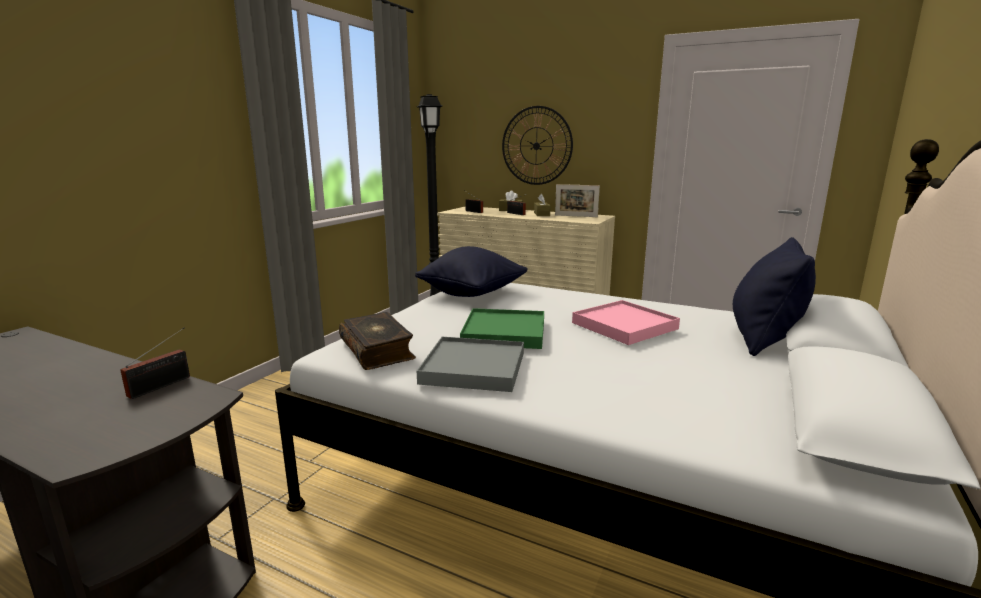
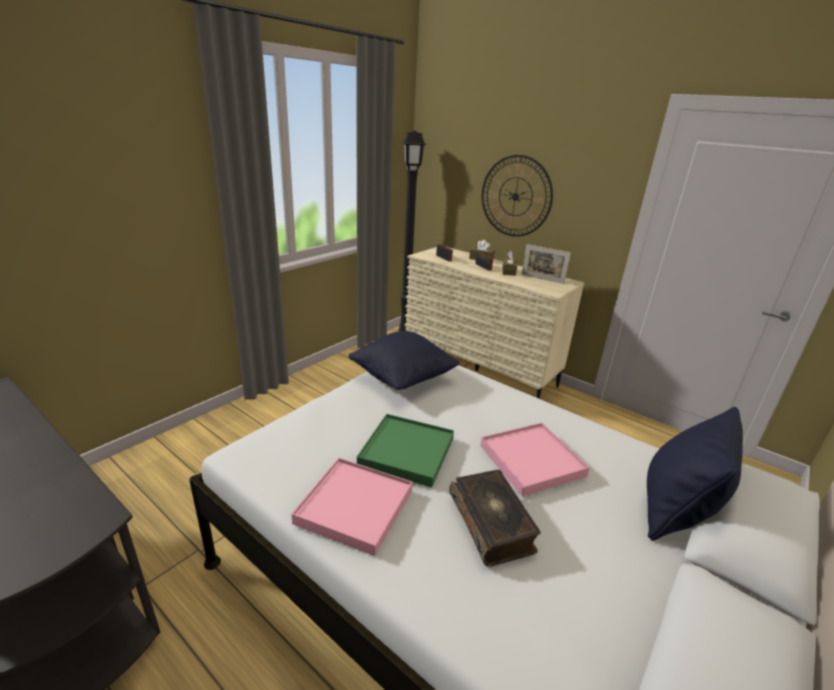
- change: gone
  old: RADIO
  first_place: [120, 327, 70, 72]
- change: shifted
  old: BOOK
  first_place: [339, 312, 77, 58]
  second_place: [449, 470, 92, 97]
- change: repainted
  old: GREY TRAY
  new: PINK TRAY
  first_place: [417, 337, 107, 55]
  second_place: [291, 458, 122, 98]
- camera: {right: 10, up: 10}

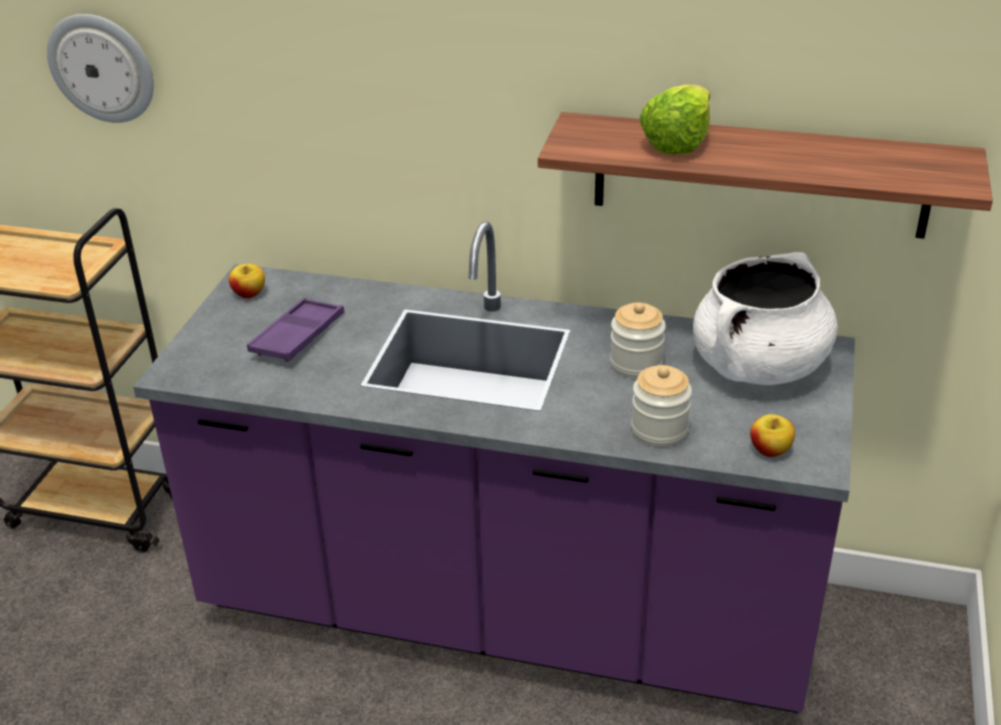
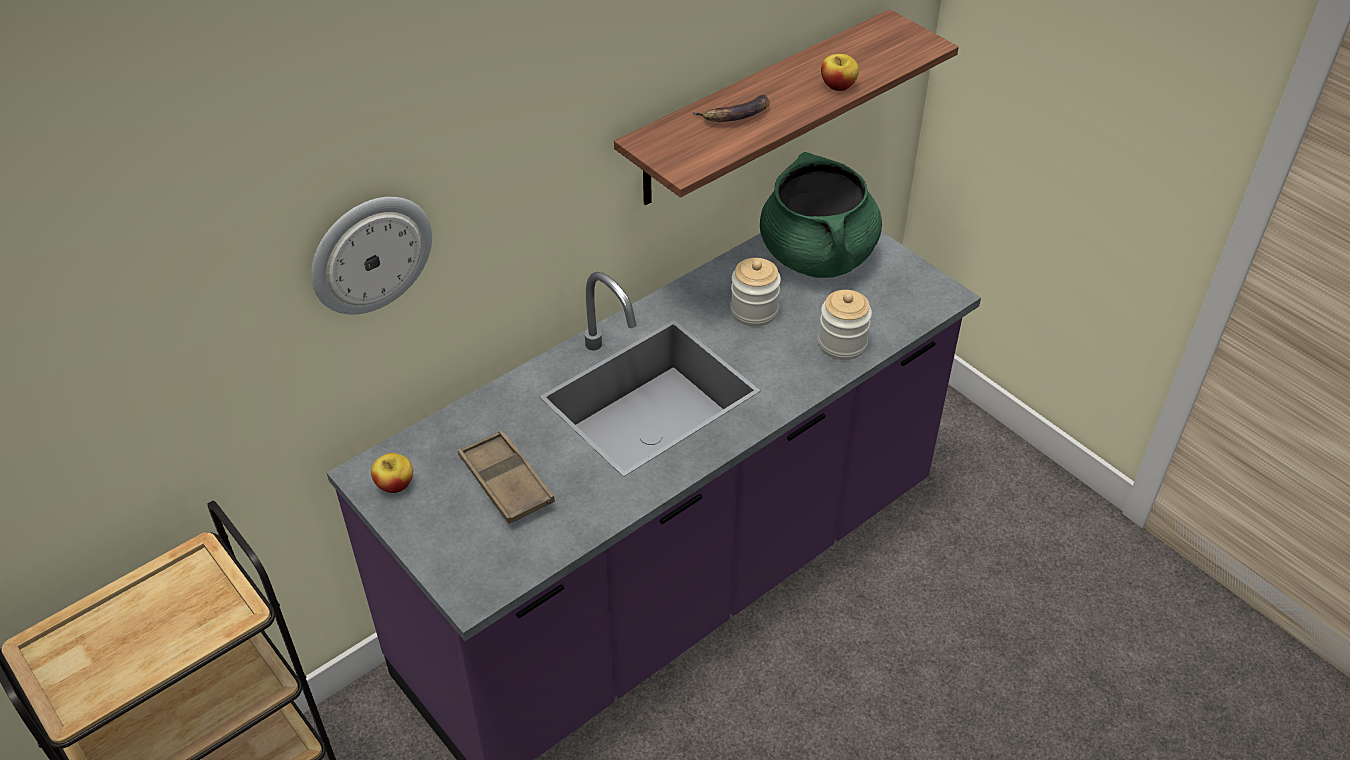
- change: shifted
  old: WALL CLOCK
  first_place: [47, 14, 107, 109]
  second_place: [311, 197, 121, 118]
- change: repainted
  old: PURPLE TRAY
  new: BROWN TRAY
  first_place: [247, 298, 97, 64]
  second_place: [458, 430, 97, 94]
- change: swapped
  old: LETTUCE
  new: BANANA
  first_place: [639, 85, 71, 69]
  second_place: [692, 95, 78, 27]
- change: repainted
  old: WHITE COOKING POT
  new: GREEN COOKING POT
  first_place: [693, 252, 145, 133]
  second_place: [760, 152, 122, 126]
- change: shifted
  old: APPLE
  first_place: [750, 414, 45, 43]
  second_place: [821, 54, 38, 37]
- camera: {right: -55, up: 10}

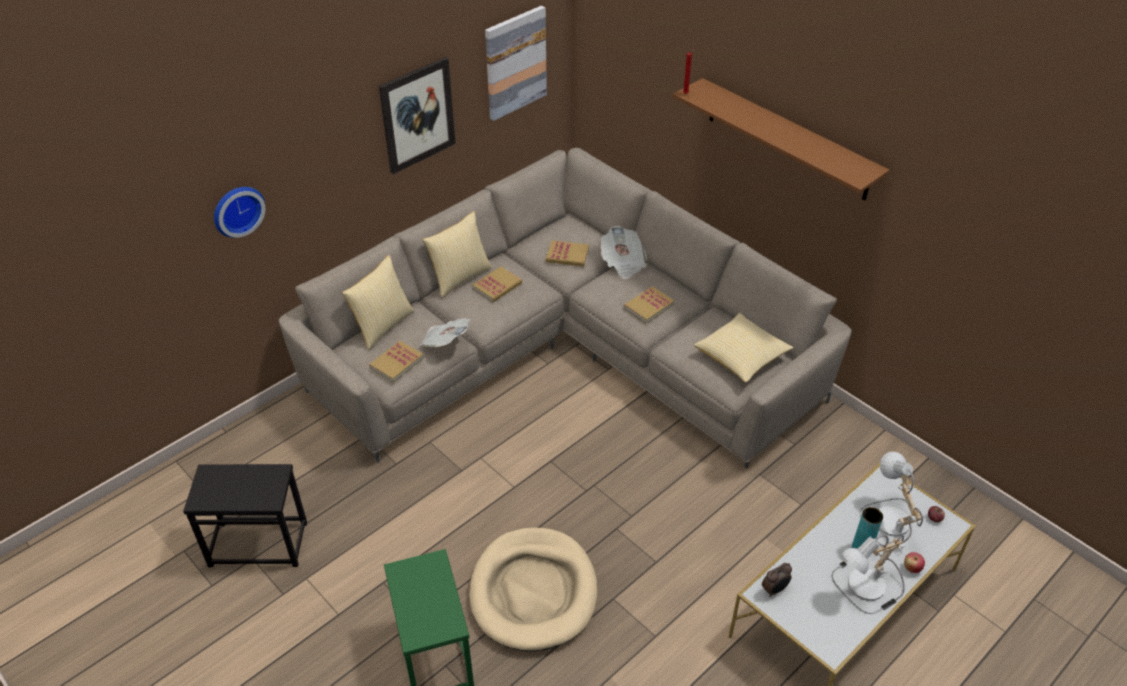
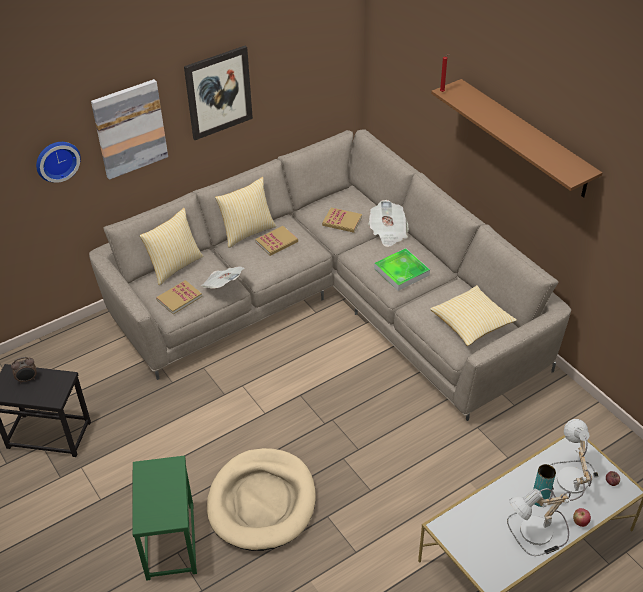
- change: shifted
  old: PICTURE
  first_place: [485, 6, 62, 115]
  second_place: [91, 79, 77, 101]
- change: swapped
  old: BOOK
  new: TRAY
  first_place: [624, 286, 51, 38]
  second_place: [374, 248, 56, 43]
- change: shifted
  old: ALARM CLOCK
  first_place: [762, 563, 30, 34]
  second_place: [11, 357, 26, 27]
- camera: {right: 10, up: 0}

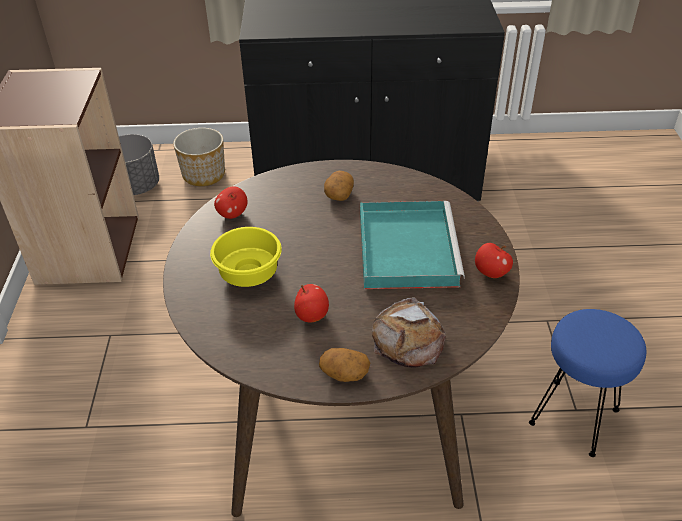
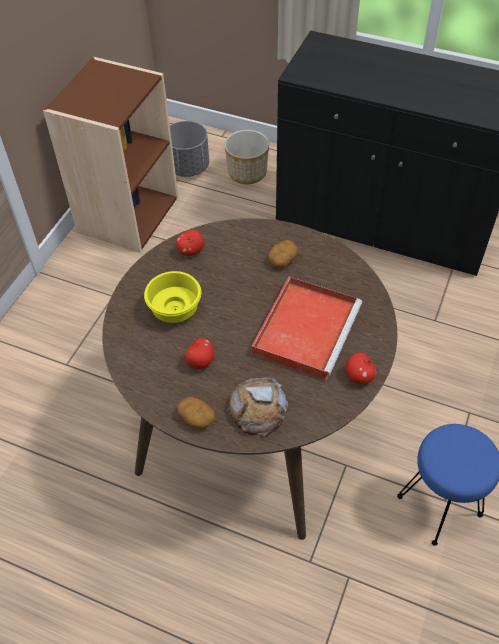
- change: repainted
  old: TURQUOISE TRAY
  new: RED TRAY
  first_place: [360, 201, 105, 88]
  second_place: [251, 277, 111, 103]
- camera: {right: 25, up: 10}

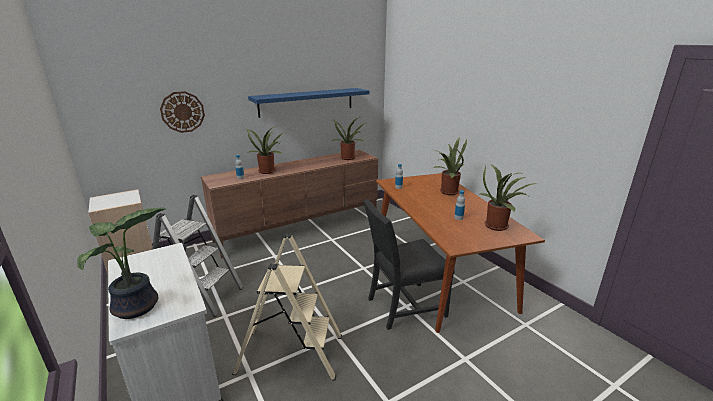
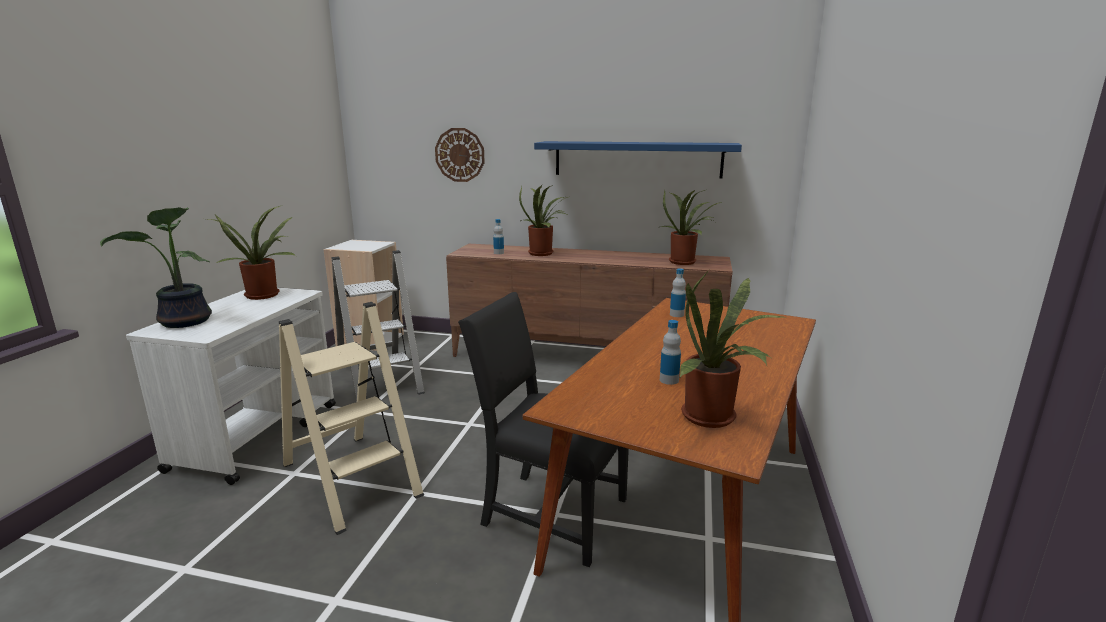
- change: shifted
  old: POTTED PLANT
  first_place: [433, 138, 34, 57]
  second_place: [208, 205, 88, 95]
- camera: {right: 45, up: -5}

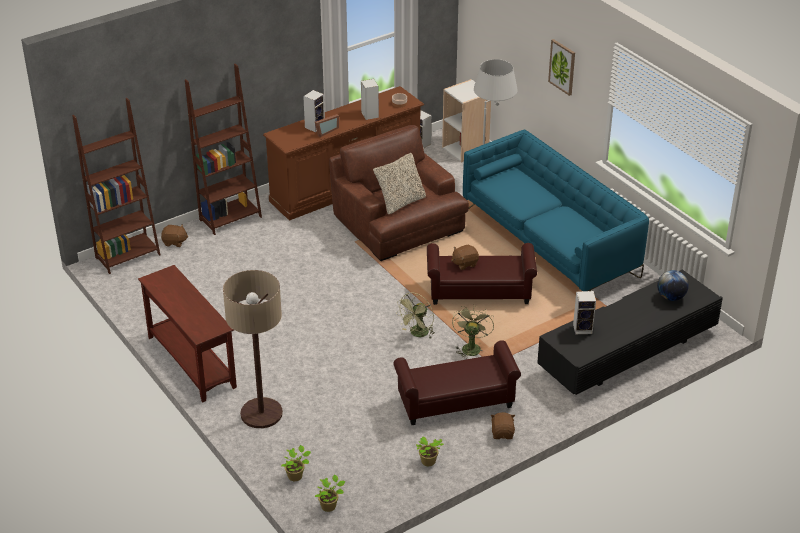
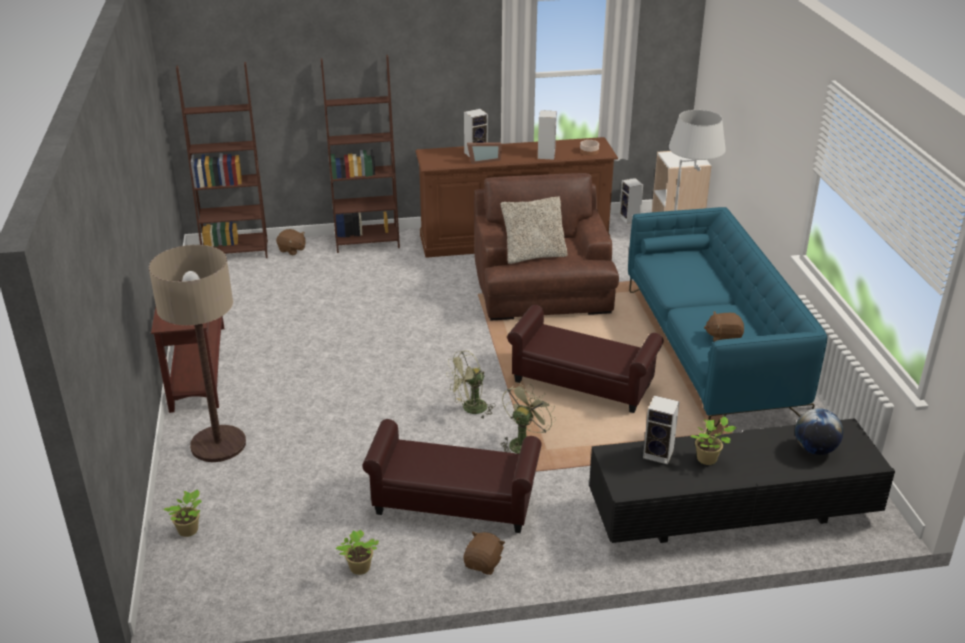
- change: shifted
  old: POTTED PLANT
  first_place: [315, 474, 30, 38]
  second_place: [691, 416, 45, 49]
- change: shifted
  old: BROWN PLUSH TOY
  first_place: [451, 245, 28, 25]
  second_place: [704, 311, 40, 31]
- change: gone
  old: PICTURE
  first_place: [548, 39, 27, 57]
- camera: {right: 25, up: -5}

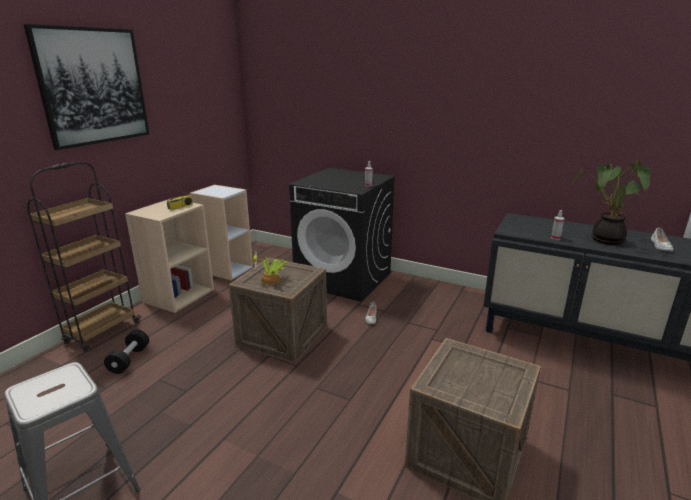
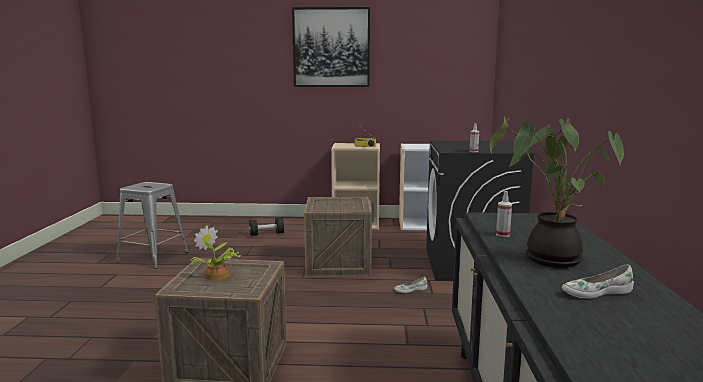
- change: gone
  old: BROWN CART
  first_place: [27, 162, 115, 190]
- change: shifted
  old: POTTED PLANT
  first_place: [253, 249, 35, 36]
  second_place: [189, 225, 52, 55]
- camera: {right: 65, up: -10}

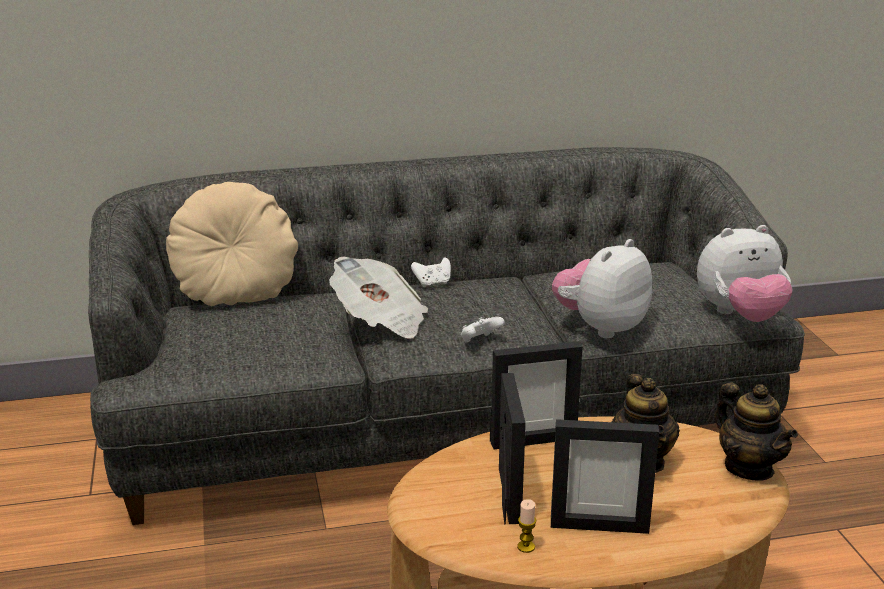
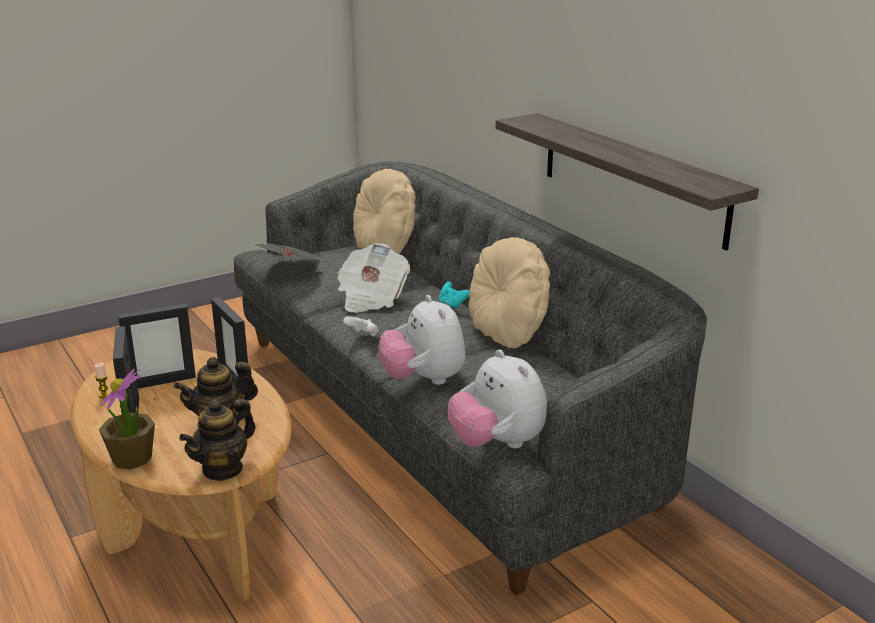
- change: repainted
  old: WHITE GAME CONTROLLER
  new: TURQUOISE GAME CONTROLLER
  first_place: [411, 257, 40, 30]
  second_place: [439, 282, 31, 27]
- change: rotated
  old: PLUSH TOY
  first_place: [552, 239, 100, 99]
  second_place: [379, 295, 86, 90]
  degrees: -135
- change: new
  new: POTTED PLANT
  second_place: [99, 369, 56, 101]
- change: new
  new: NEWSPAPER
  second_place: [251, 244, 68, 15]
- change: new
  new: BEIGE PILLOW
  second_place: [469, 237, 81, 112]
- change: new
  new: SHELF
  second_place: [495, 113, 264, 138]
- camera: {right: 70, up: 0}

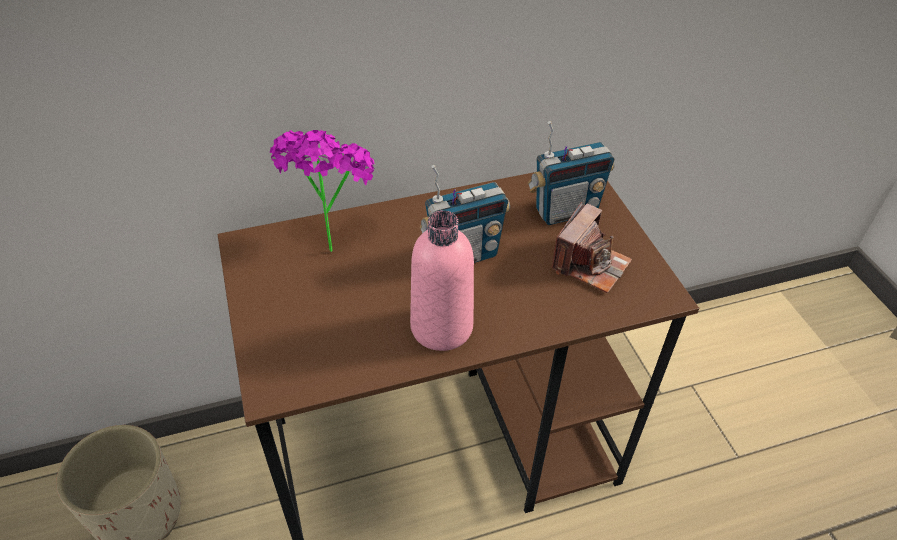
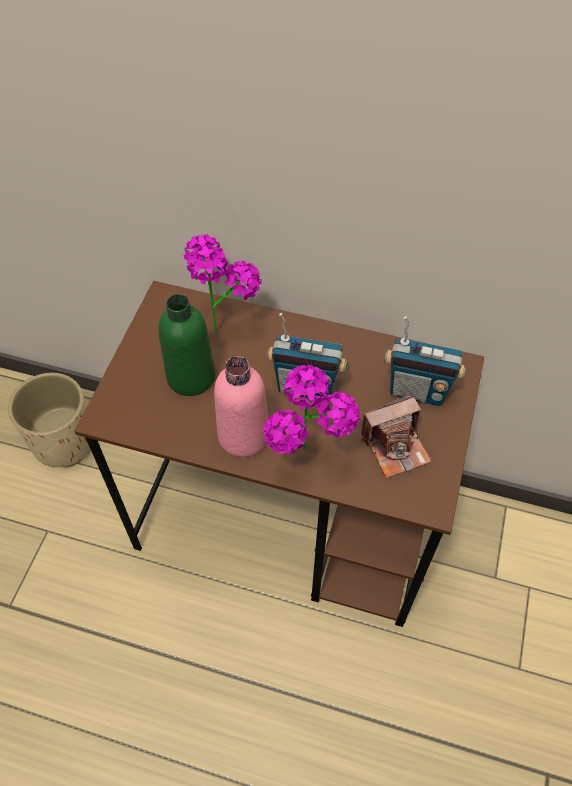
- change: new
  new: GREEN BOTTLE
  second_place: [158, 294, 57, 102]
- change: new
  new: POTTED PLANT
  second_place: [263, 364, 97, 90]
- camera: {right: 35, up: 10}

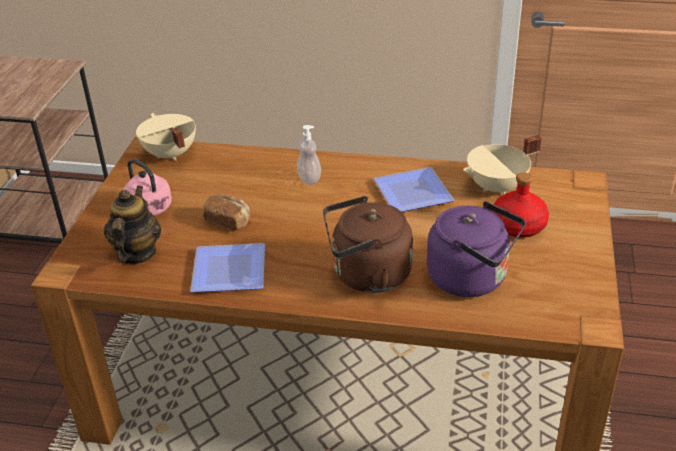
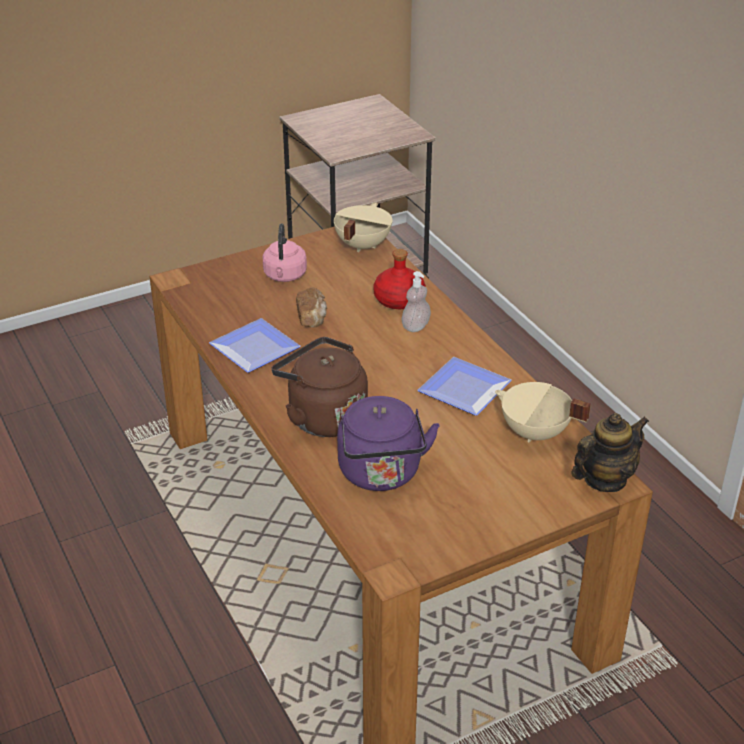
- change: shifted
  old: TEAPOT
  first_place: [104, 185, 57, 79]
  second_place: [571, 413, 78, 79]
- change: shifted
  old: RED BOTTLE
  first_place: [494, 172, 55, 66]
  second_place: [373, 249, 53, 60]
- camera: {right: 50, up: 0}

